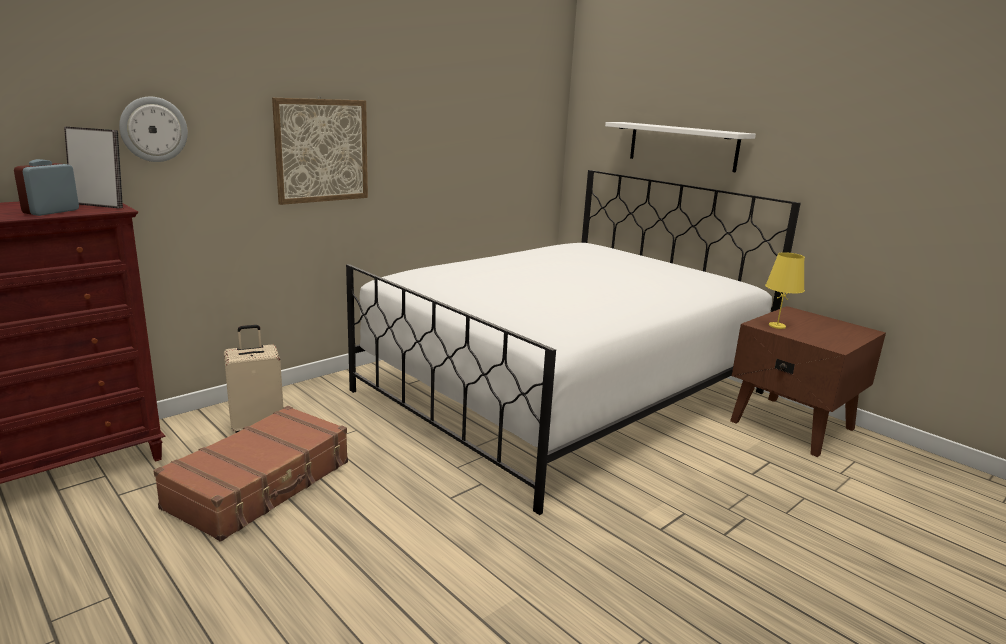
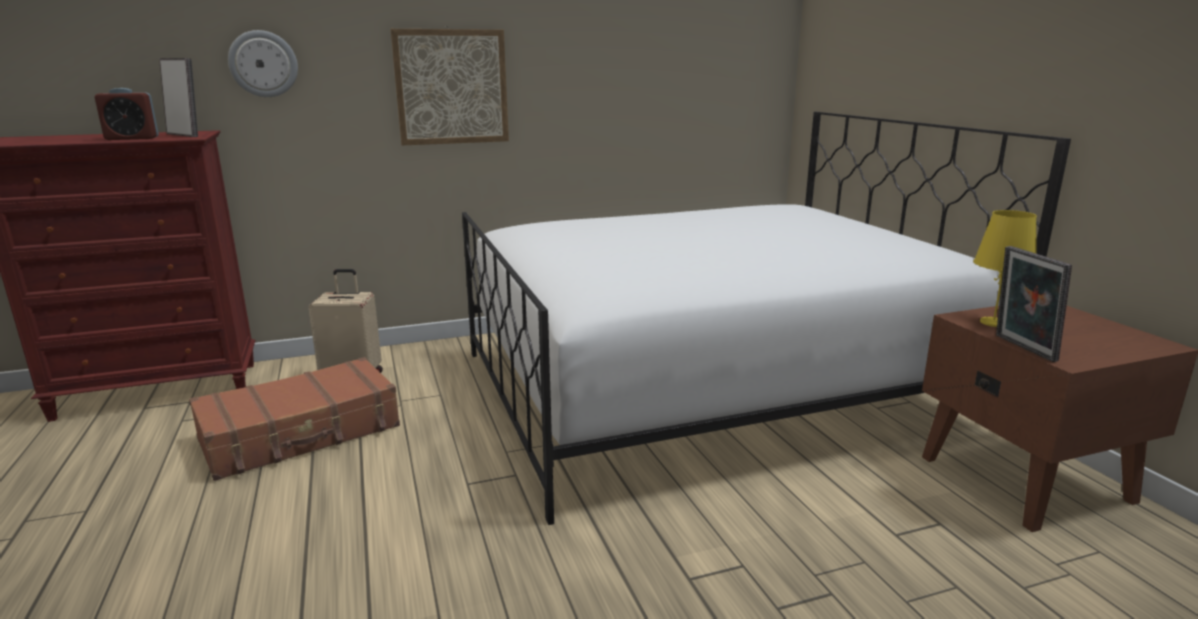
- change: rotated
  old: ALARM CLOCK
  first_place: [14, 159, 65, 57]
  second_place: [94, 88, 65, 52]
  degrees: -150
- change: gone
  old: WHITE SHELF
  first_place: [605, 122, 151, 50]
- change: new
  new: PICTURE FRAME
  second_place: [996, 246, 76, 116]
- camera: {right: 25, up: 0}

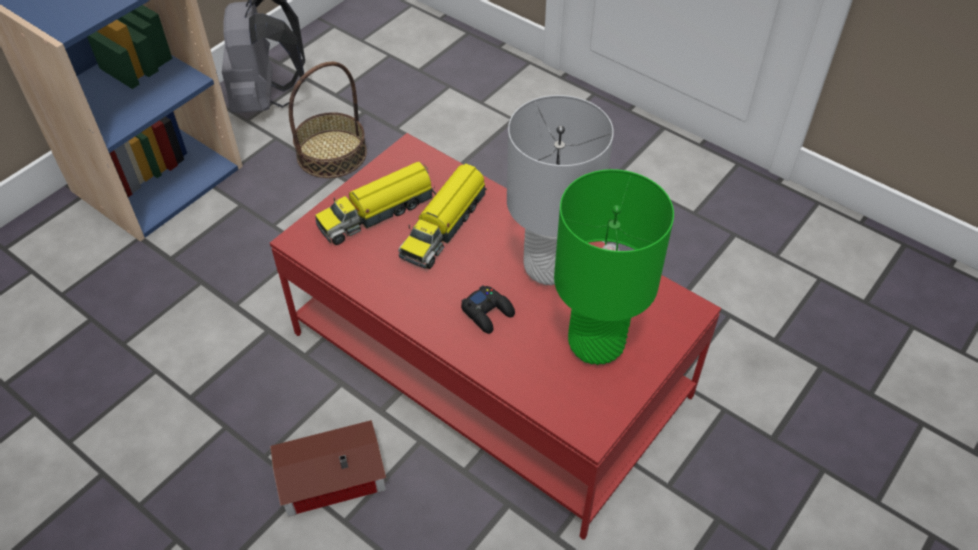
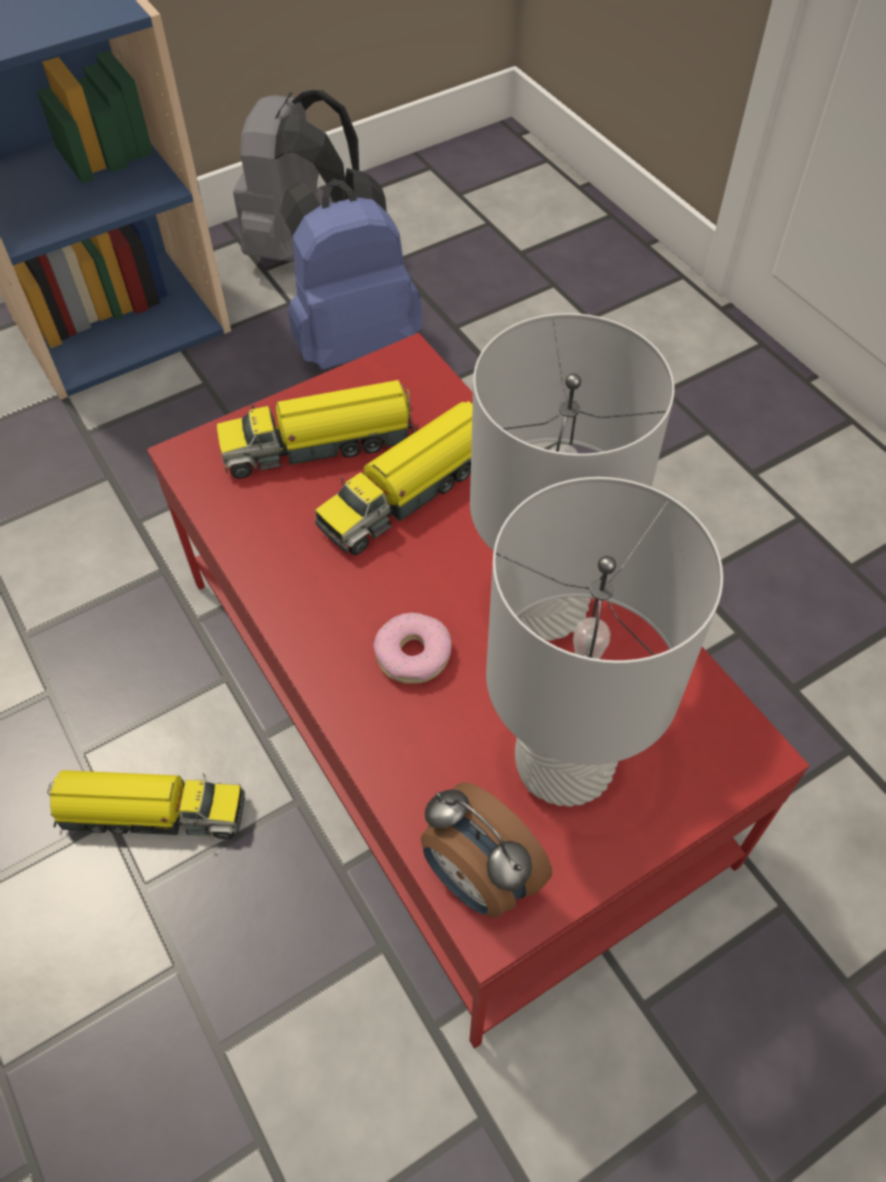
- change: swapped
  old: TOY HOUSE
  new: TOY TRUCK
  first_place: [270, 420, 116, 97]
  second_place: [47, 770, 198, 69]
- change: swapped
  old: BASKET
  new: BLUE BACKPACK
  first_place: [289, 62, 78, 116]
  second_place: [280, 168, 142, 202]
- change: swapped
  old: BLACK GAME CONTROLLER
  new: DONUT
  first_place: [461, 285, 54, 49]
  second_place: [373, 612, 79, 72]
- change: repainted
  old: GREEN TABLE LAMP
  new: GREY TABLE LAMP
  first_place: [554, 169, 120, 196]
  second_place: [486, 477, 237, 330]
- change: new
  new: ALARM CLOCK
  second_place: [421, 782, 131, 135]
- camera: {right: 20, up: 5}

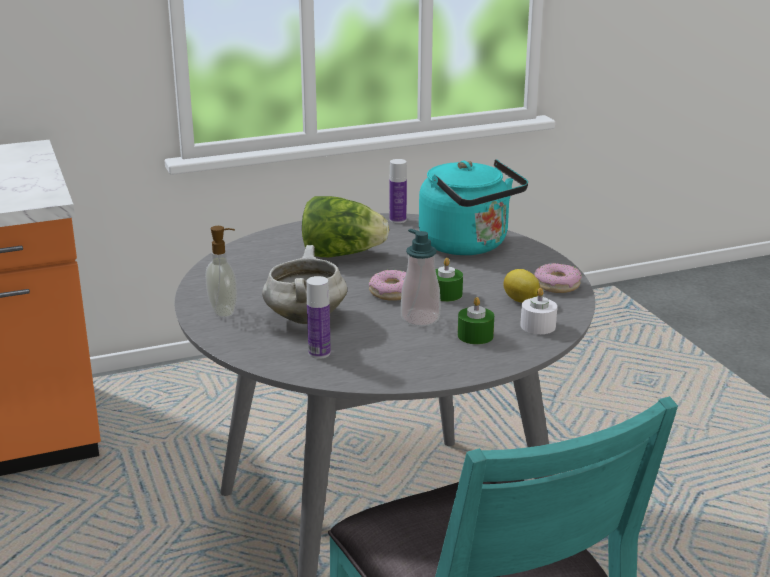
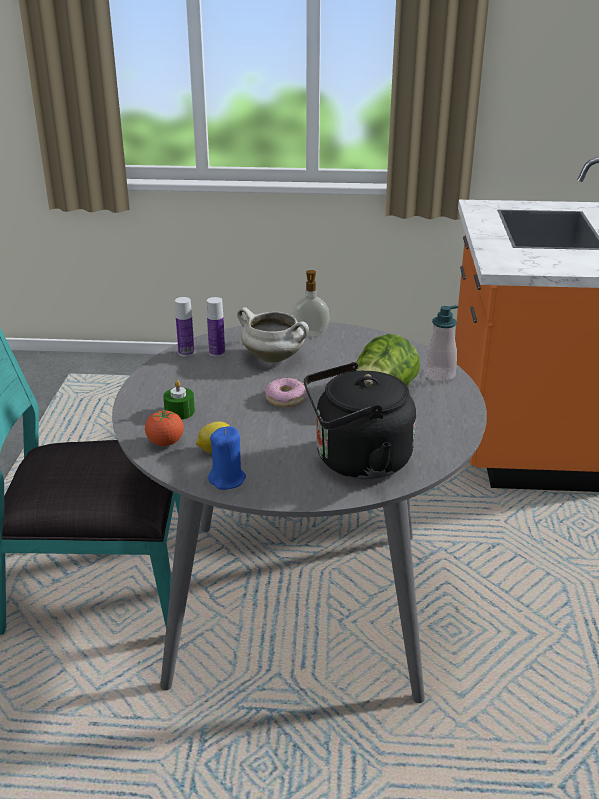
- change: shifted
  old: BOTTLE
  first_place: [389, 159, 18, 64]
  second_place: [175, 297, 19, 60]
- change: shifted
  old: SOAP DISPENSER
  first_place: [401, 229, 40, 97]
  second_place: [424, 305, 34, 77]
- change: repainted
  old: TURQUOISE KETTLE
  new: BLACK KETTLE
  first_place: [419, 159, 109, 96]
  second_place: [304, 362, 112, 117]
- change: gone
  old: GREEN CANDLE
  first_place: [435, 258, 28, 44]
- change: swapped
  old: WHITE CANDLE
  new: TOMATO
  first_place: [520, 288, 37, 46]
  second_place: [145, 409, 39, 37]
- change: swapped
  old: DONUT
  new: BLUE CANDLE
  first_place: [534, 263, 48, 30]
  second_place: [208, 426, 38, 64]
- camera: {right: 115, up: 5}

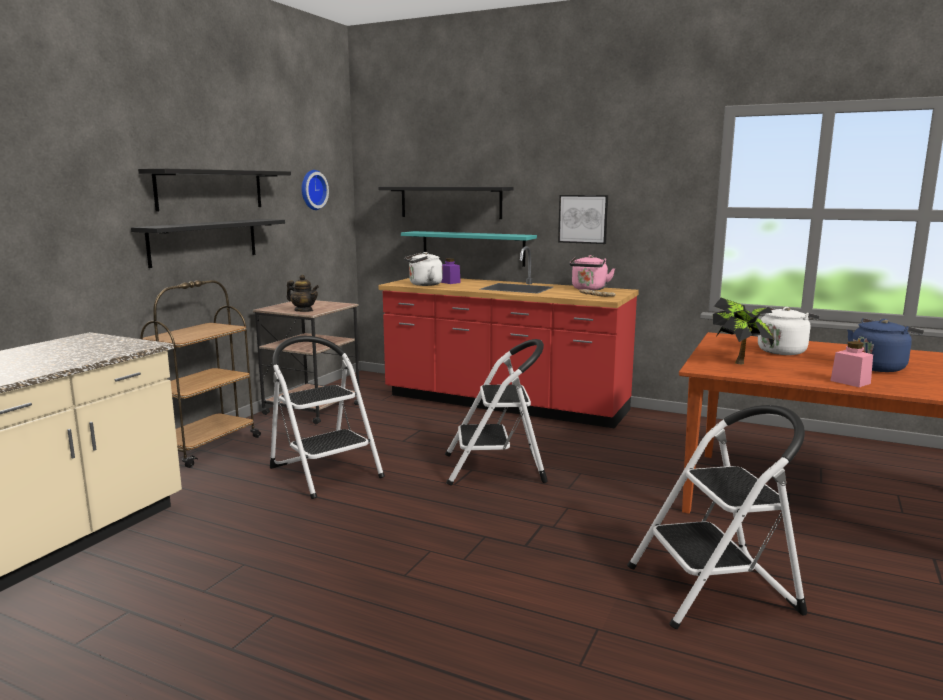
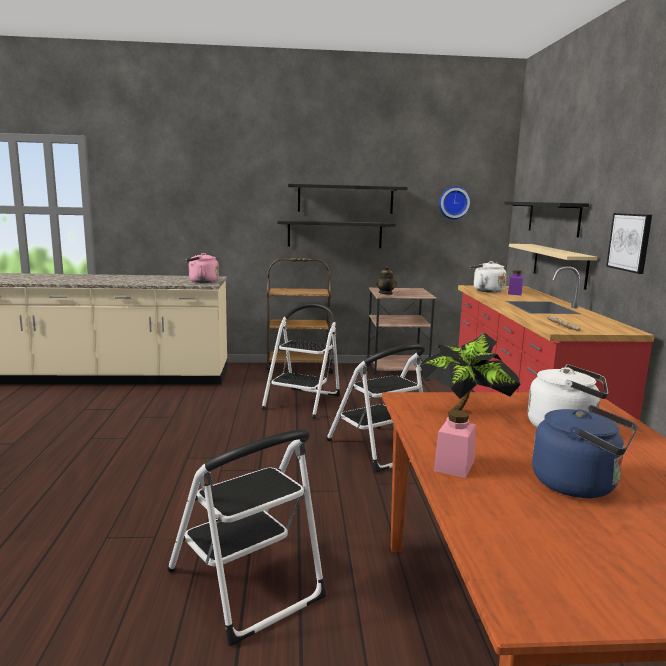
- change: repainted
  old: TURQUOISE SHELF
  new: BEIGE SHELF
  first_place: [401, 231, 136, 36]
  second_place: [509, 244, 88, 46]
- change: shifted
  old: PINK KETTLE
  first_place: [569, 255, 46, 36]
  second_place: [185, 253, 34, 30]
- camera: {right: 60, up: 0}

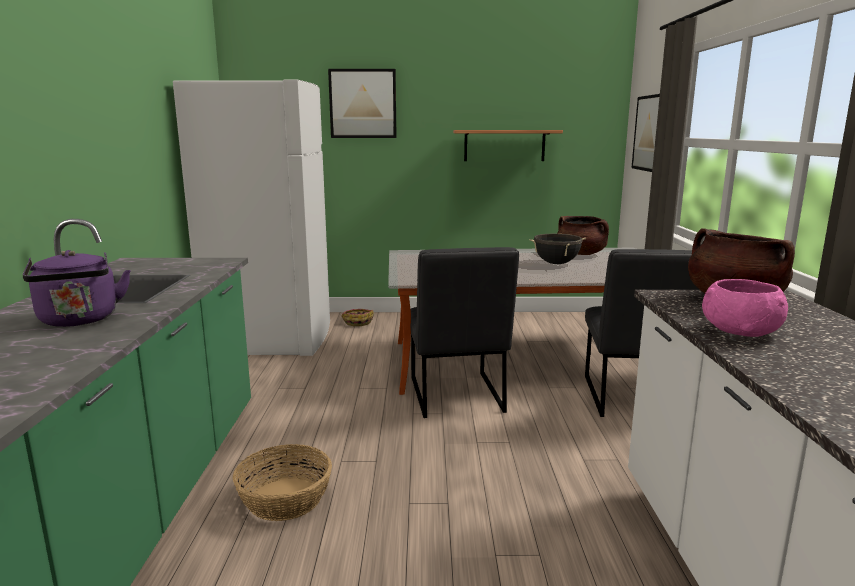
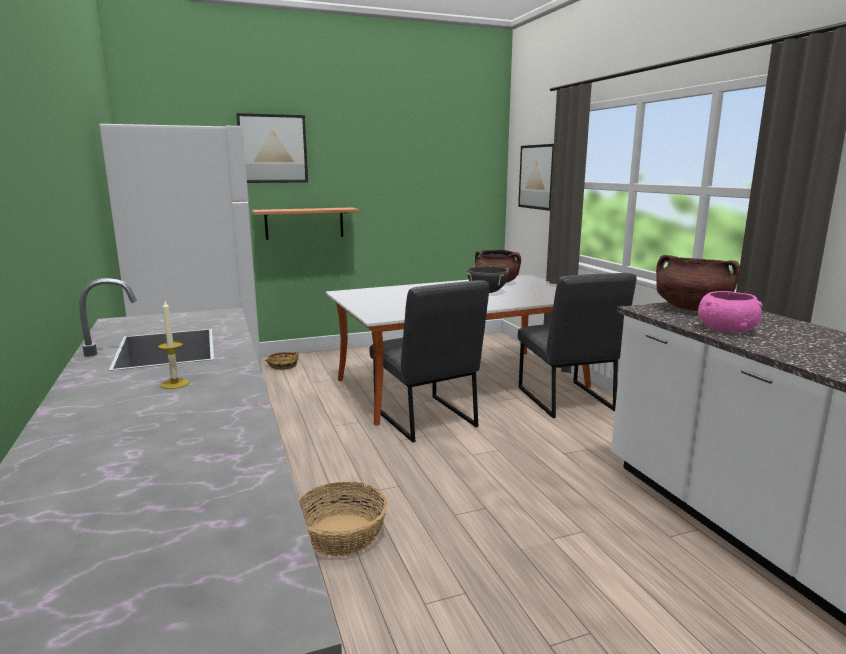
- change: swapped
  old: PURPLE KETTLE
  new: CANDLE
  first_place: [23, 250, 108, 77]
  second_place: [158, 301, 31, 88]
- change: shifted
  old: SHELF
  first_place: [453, 130, 110, 31]
  second_place: [252, 207, 107, 33]
- camera: {right: -20, up: 0}

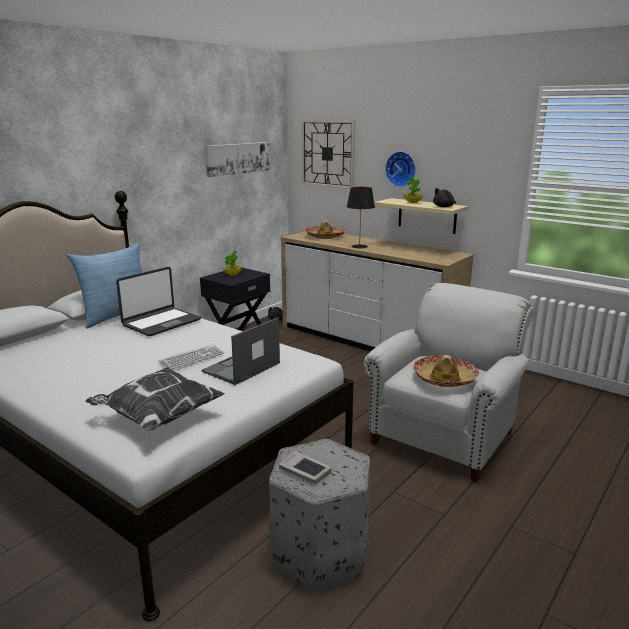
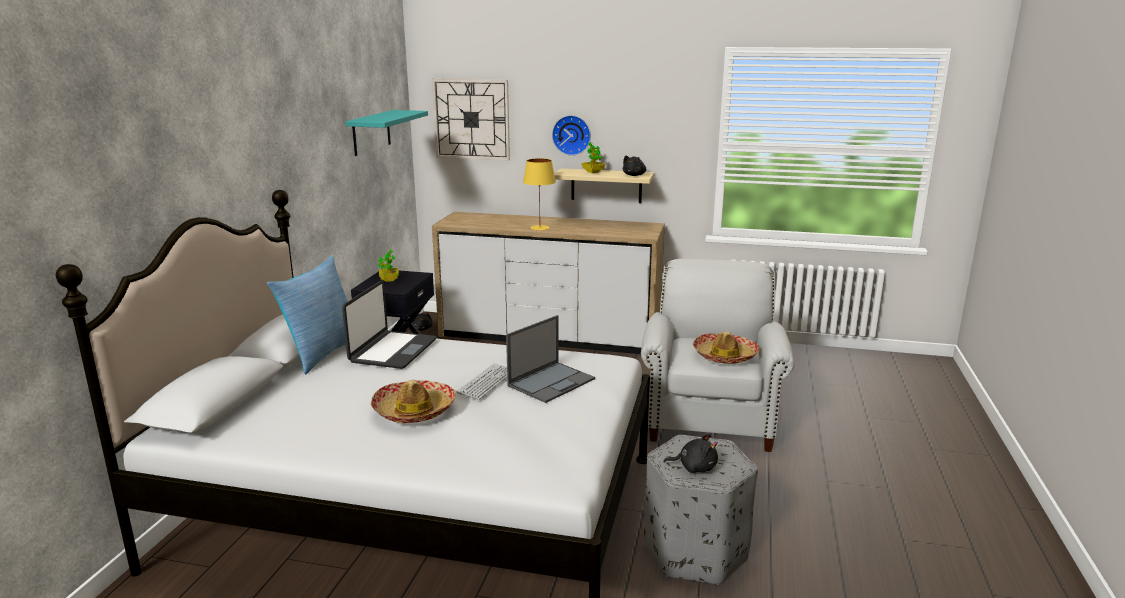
- change: gone
  old: PILLOW
  first_place: [86, 368, 139, 63]
- change: rotated
  old: LAPTOP
  first_place: [201, 317, 79, 68]
  second_place: [506, 315, 89, 88]
  degrees: -150
- change: swapped
  old: PICTURE
  new: TURQUOISE SHELF
  first_place: [205, 142, 65, 35]
  second_place: [345, 110, 83, 46]
- change: swapped
  old: BOOK
  new: BLACK PLUSH TOY
  first_place: [279, 451, 52, 34]
  second_place: [663, 434, 55, 39]
- change: shifted
  old: HAT
  first_place: [305, 221, 41, 18]
  second_place: [371, 380, 85, 43]
- change: repainted
  old: BLACK TABLE LAMP
  new: YELLOW TABLE LAMP
  first_place: [347, 187, 28, 61]
  second_place: [523, 158, 33, 72]
- camera: {right: -25, up: 0}

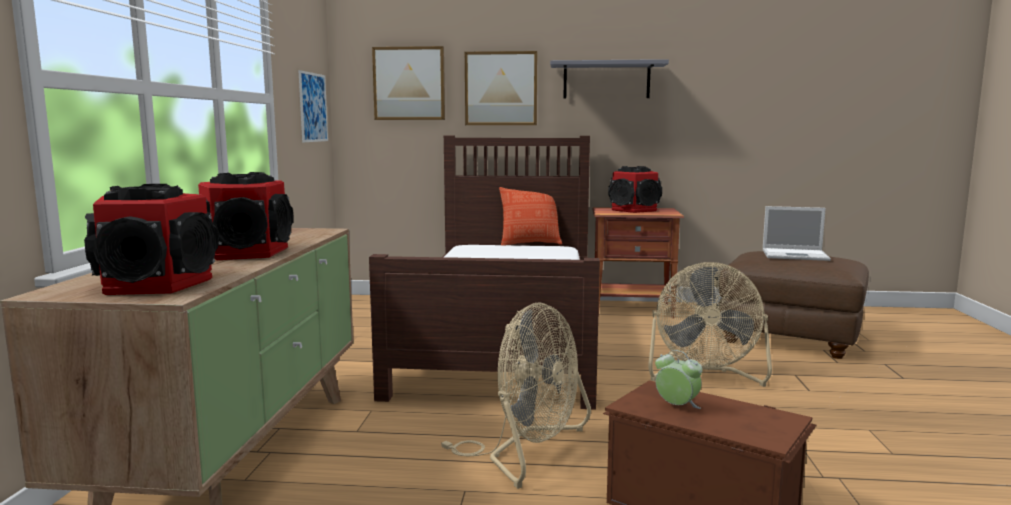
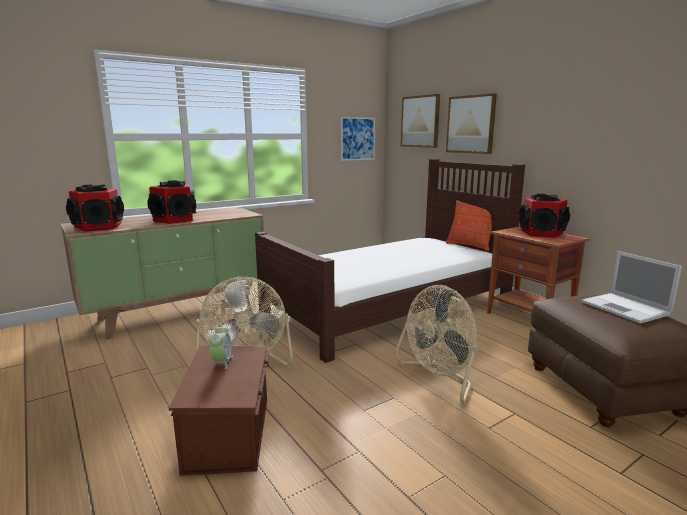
- change: gone
  old: GREY SHELF
  first_place: [550, 59, 119, 40]
- camera: {right: 50, up: 5}

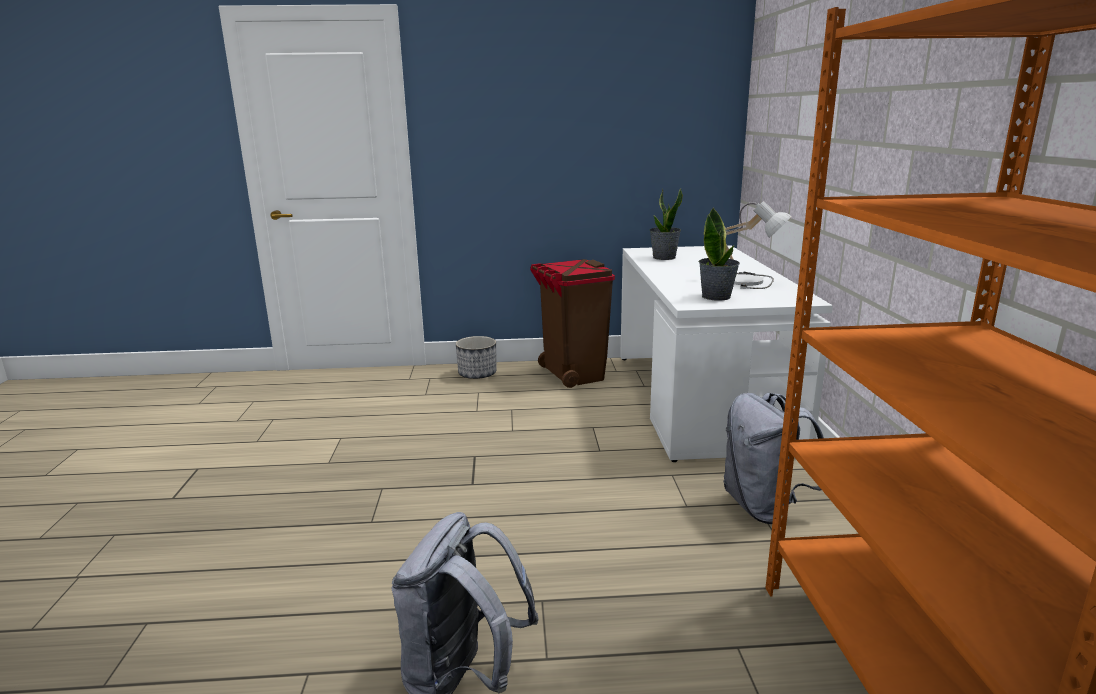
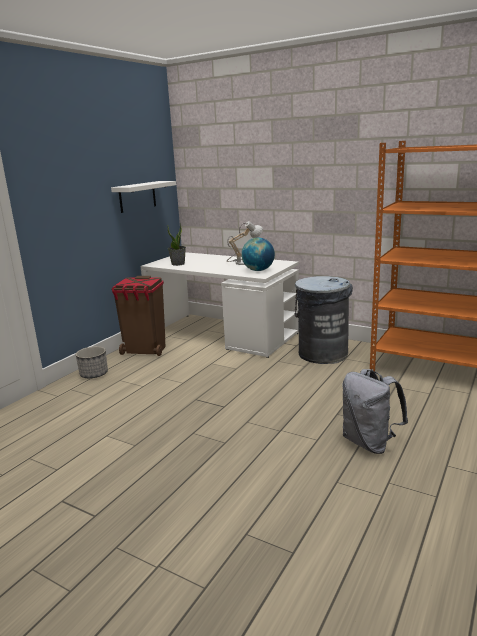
- change: swapped
  old: POTTED PLANT
  new: GLOBE
  first_place: [699, 208, 41, 93]
  second_place: [241, 238, 34, 33]
- change: swapped
  old: GREY BACKPACK
  new: GREY TRASH CAN
  first_place: [723, 393, 101, 131]
  second_place: [295, 276, 58, 88]
- change: new
  new: WHITE SHELF
  second_place: [111, 181, 65, 32]
- camera: {right: -55, up: 0}

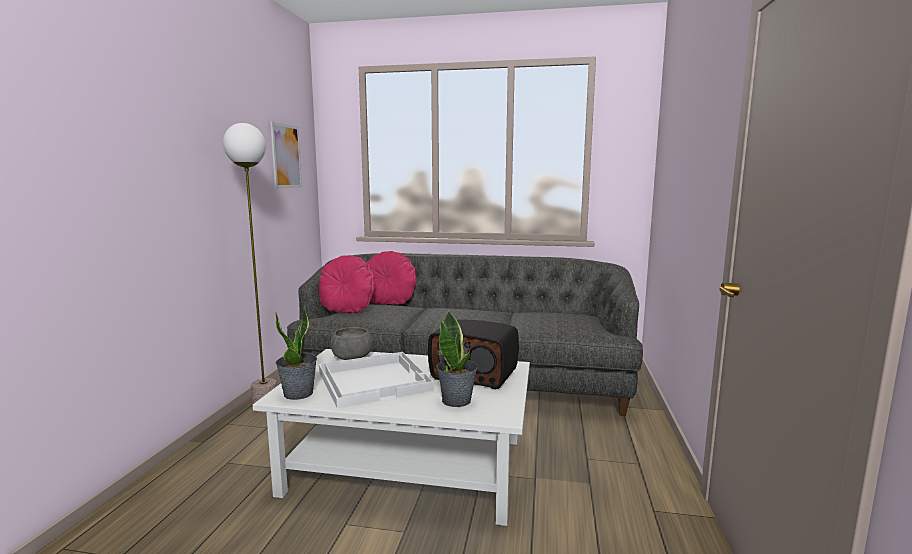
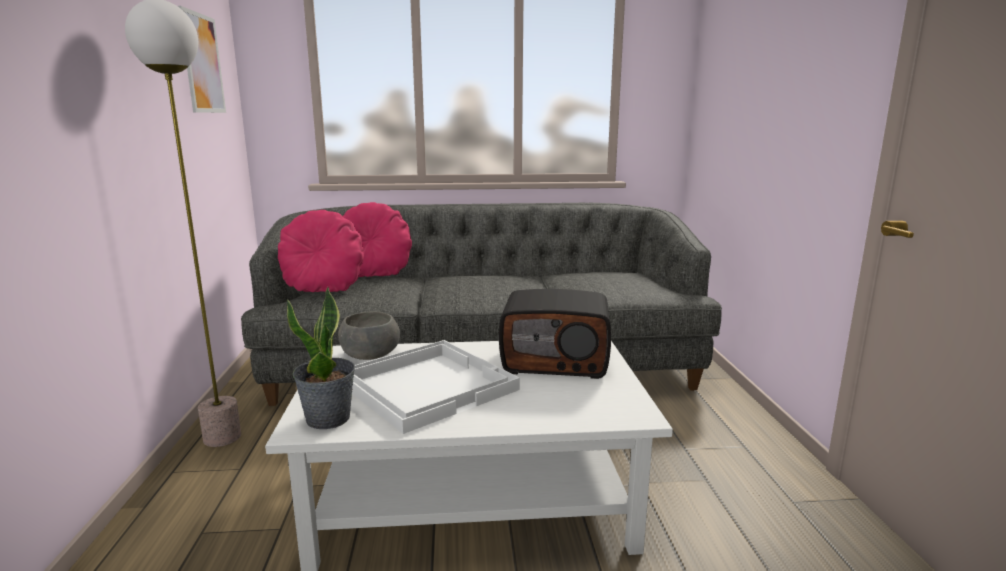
- change: gone
  old: POTTED PLANT
  first_place: [436, 311, 42, 96]
- camera: {right: -15, up: 5}

